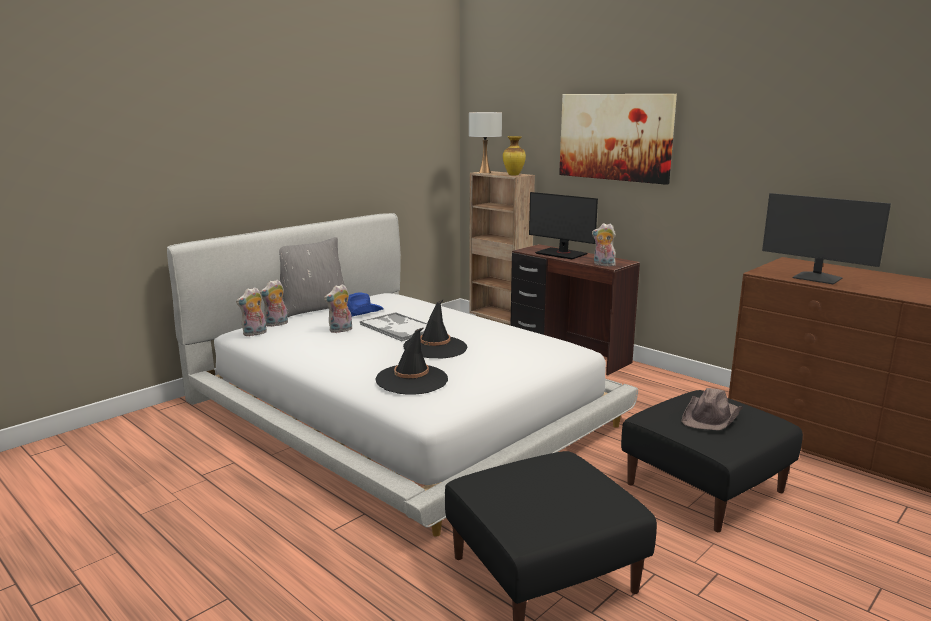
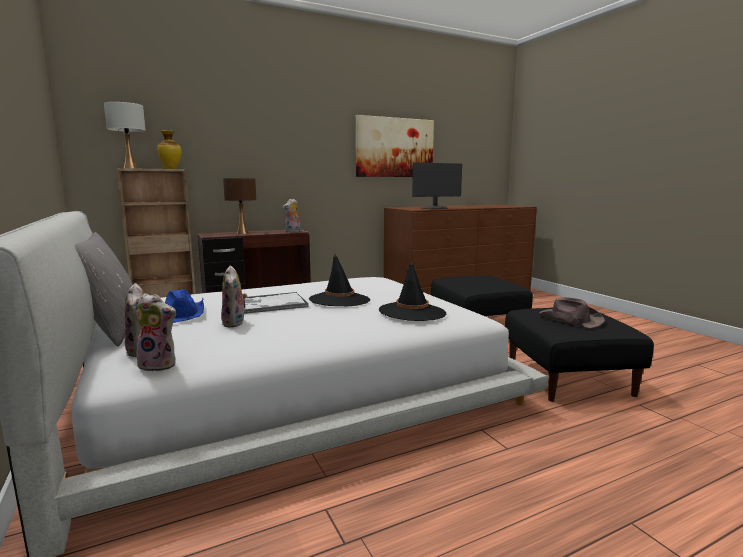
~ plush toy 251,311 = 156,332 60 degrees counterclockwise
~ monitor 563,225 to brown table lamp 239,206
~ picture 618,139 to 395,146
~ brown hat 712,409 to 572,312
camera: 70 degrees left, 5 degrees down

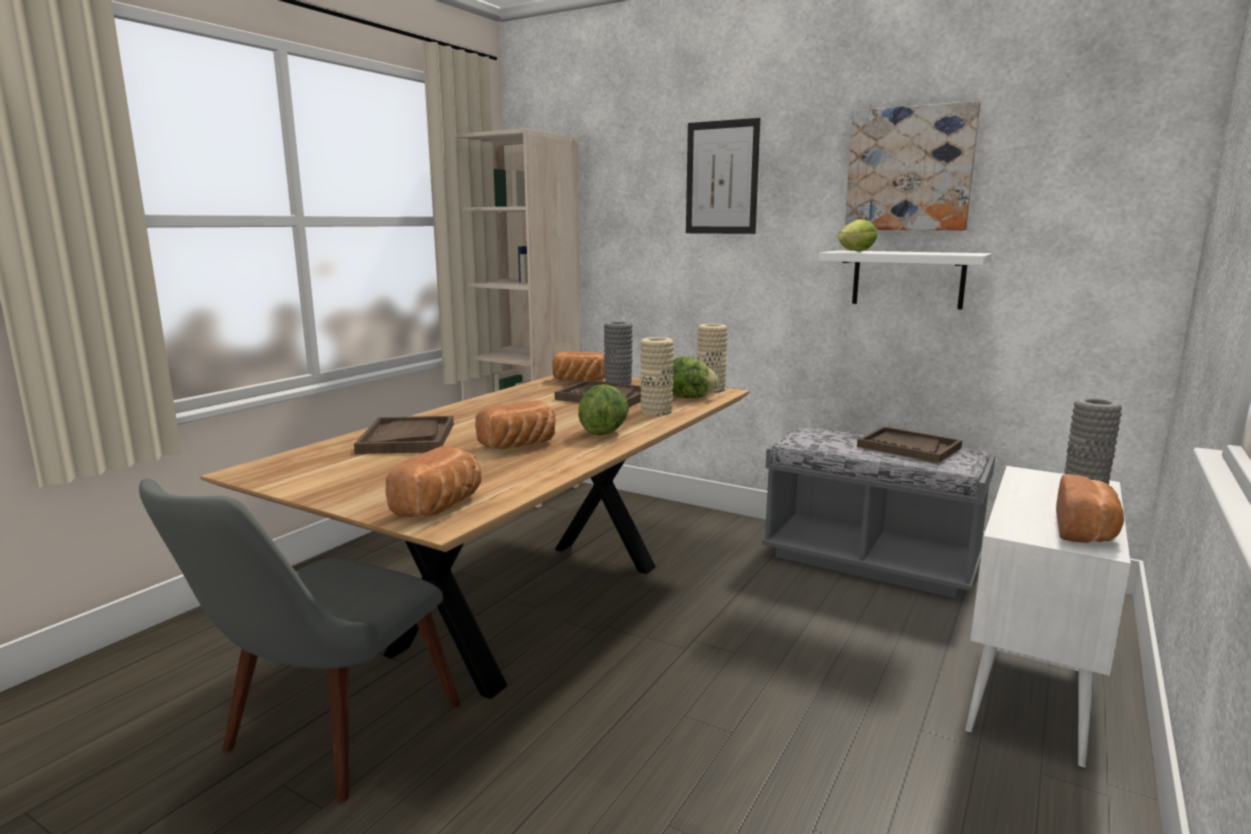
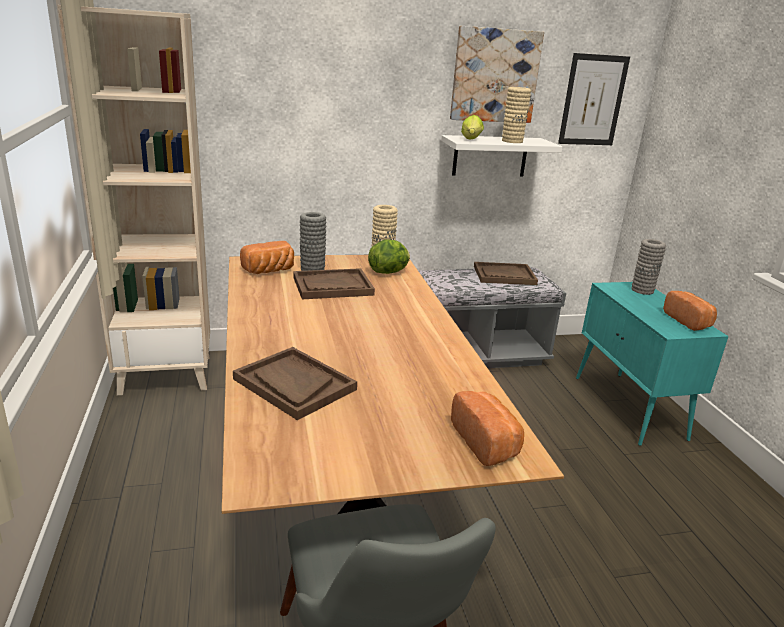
- bread 515,424
- lettuce 603,410
~ beige vase 657,376 to 516,115
~ picture 723,176 to 594,99
~ white cabinet 1048,617 to turquoise cabinet 652,364
camera: 45 degrees left, 10 degrees up

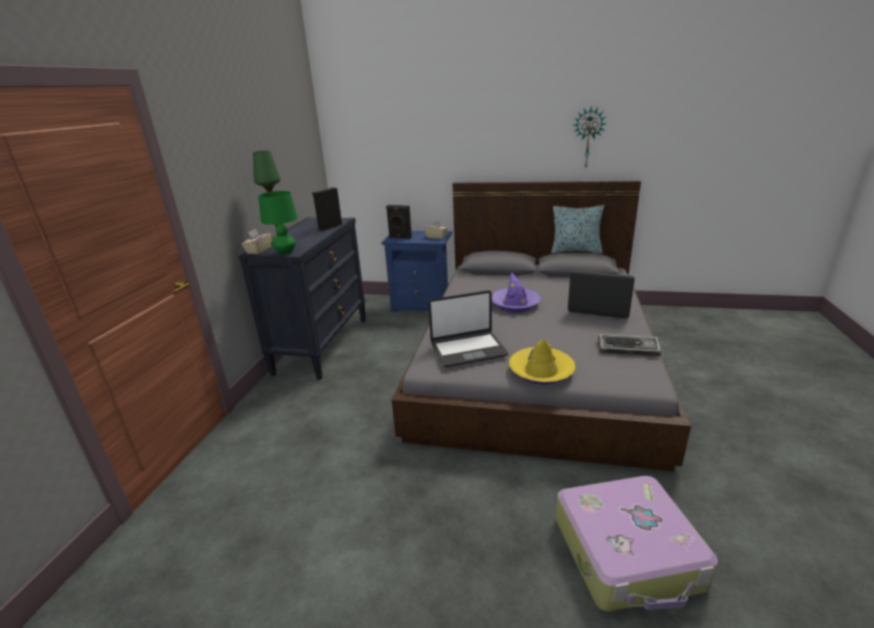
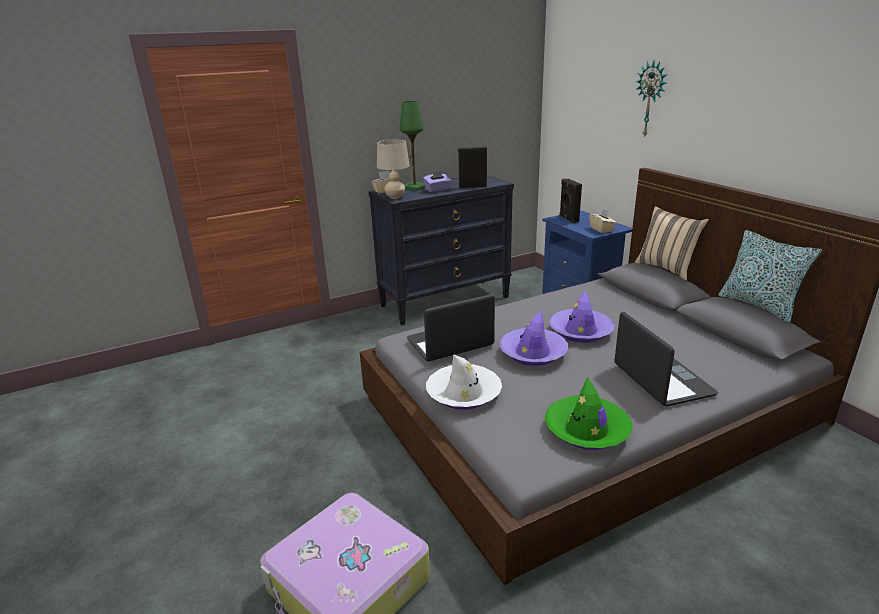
~ green table lamp 278,222 to beige table lamp 393,169
~ laptop 468,328 = 451,327 120 degrees clockwise
~ yellow hat 542,362 to white hat 464,382
~ wall clock 590,136 to 651,99
~ keyboard 629,345 to green hat 588,413
+ purple tissue box 437,182
+ purple hat 533,338
+ beige pillow 672,243
camera: 50 degrees right, 0 degrees up

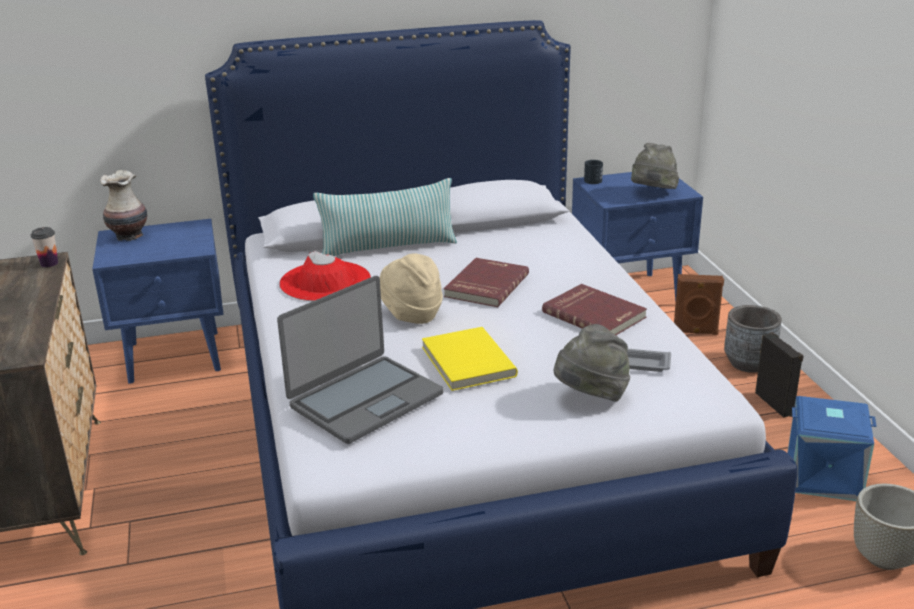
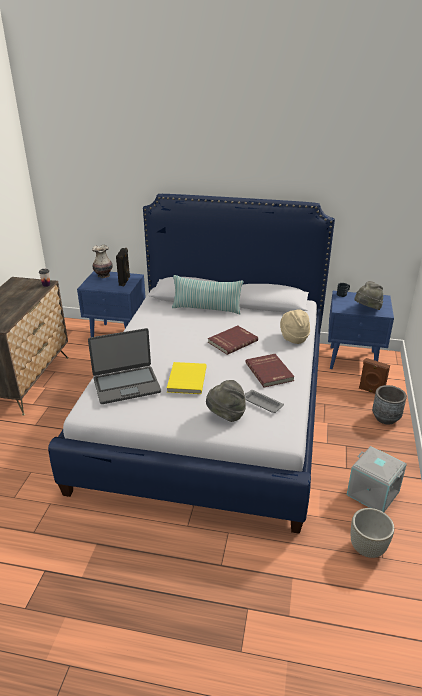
- red hat 325,276
~ beige hat 411,289 to 295,326
~ black speaker 779,375 to 123,267
~ blue storage box 832,448 to grey storage box 377,479
camera: 25 degrees right, 5 degrees up

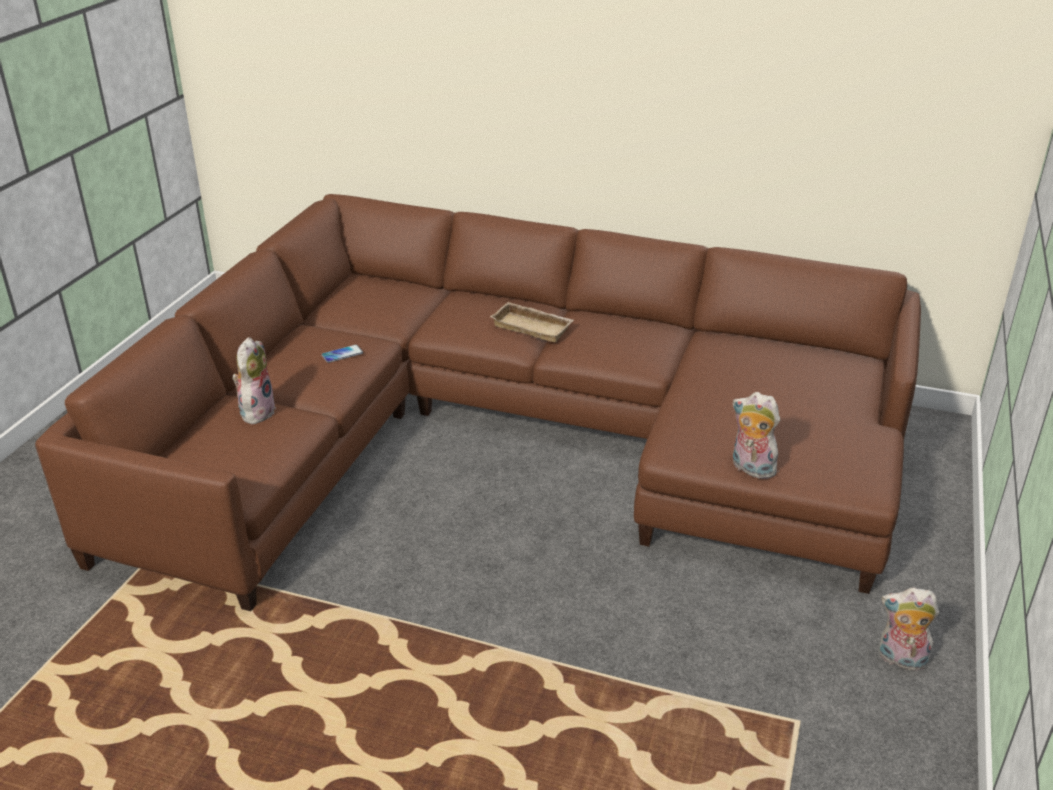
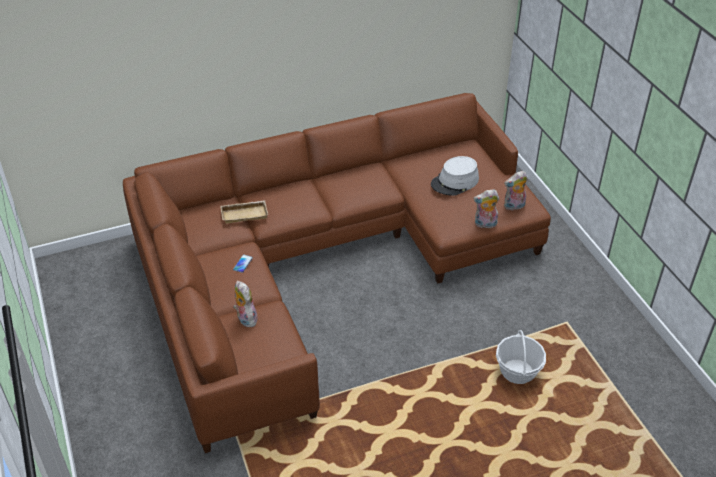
~ beige tray 532,322 to 244,212
~ plush toy 909,629 to 515,191
+ grey hat 455,176
+ basket 521,357
camera: 40 degrees left, 10 degrees up

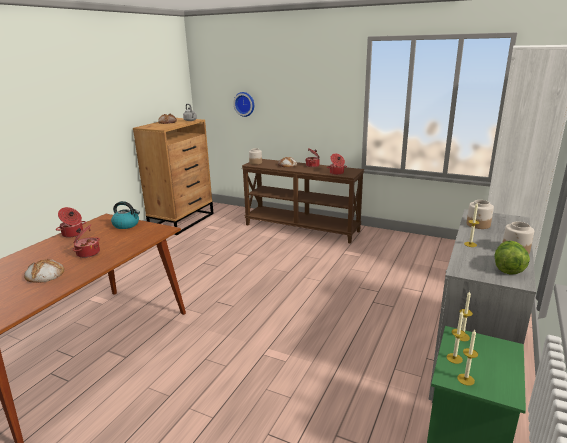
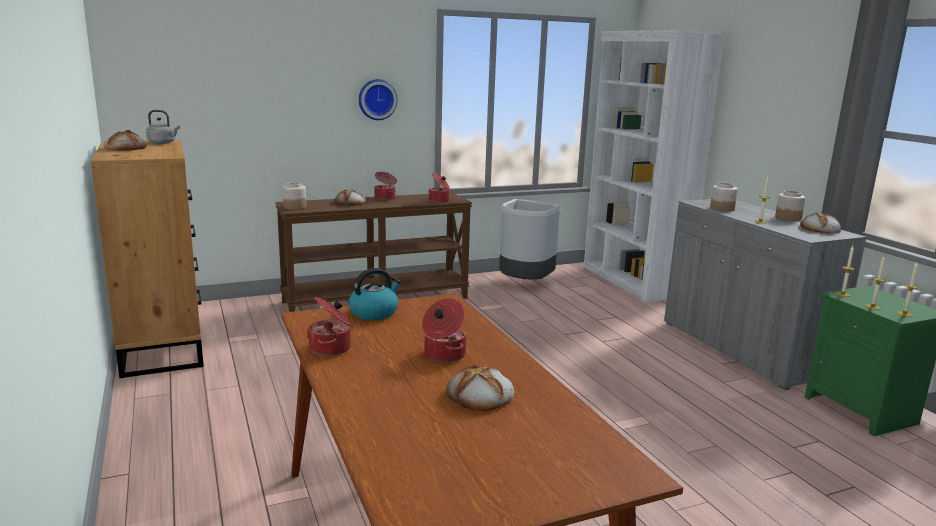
~ wall clock 243,104 to 378,99
~ lettuce 512,258 to bread 820,223
+ grey trash can 530,239
camera: 50 degrees left, 5 degrees down

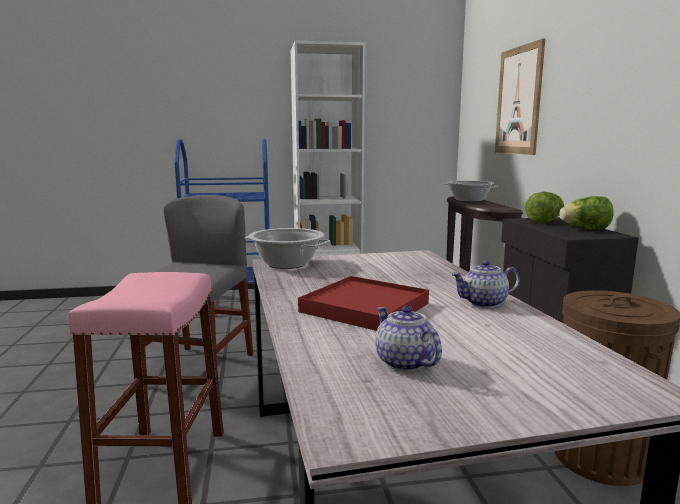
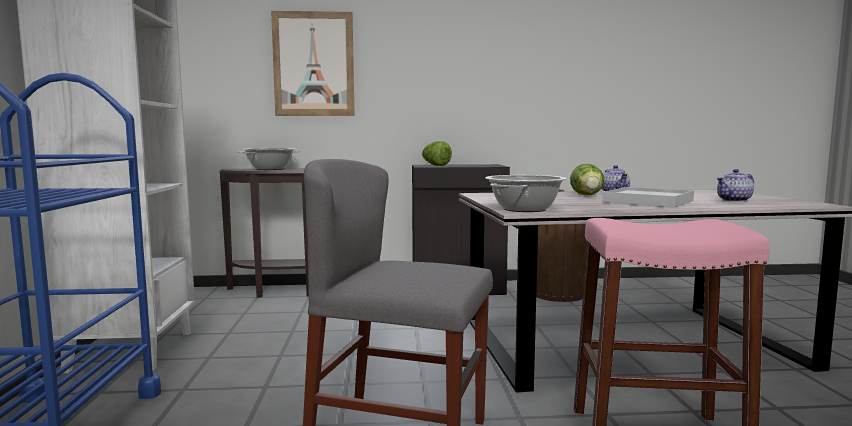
~ red tray 363,303 to white tray 648,197
~ lettuce 586,213 to 587,179
camera: 85 degrees left, 5 degrees down

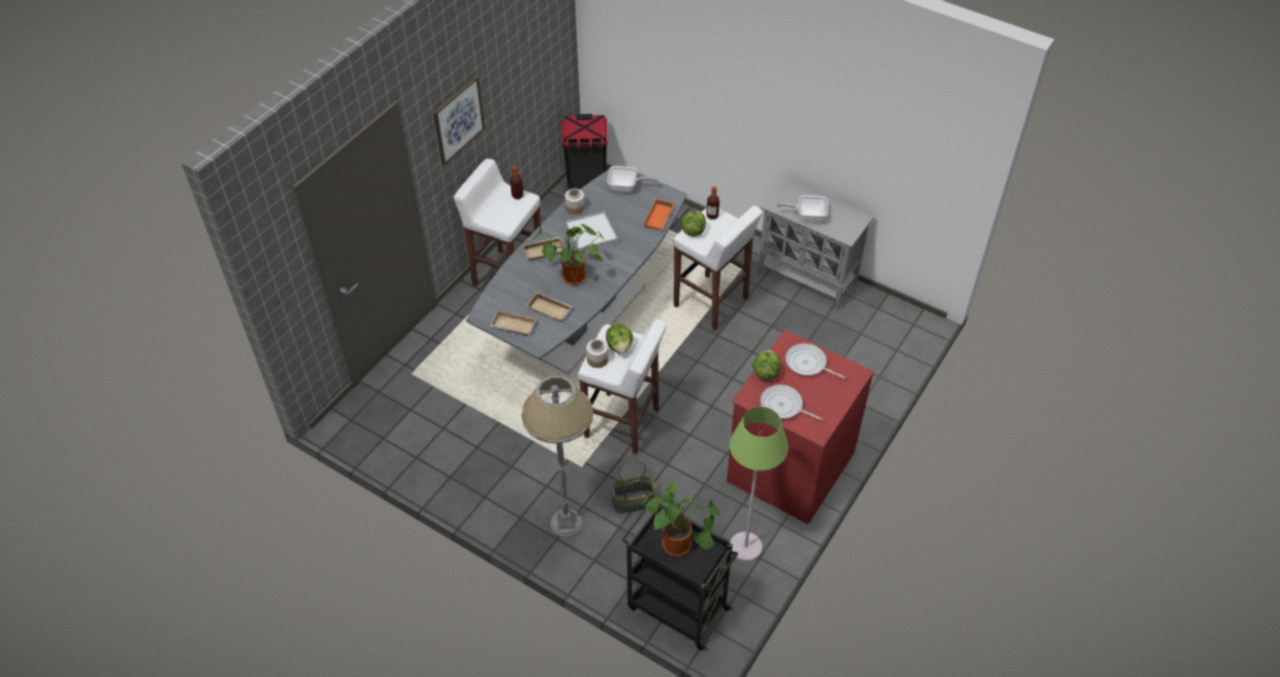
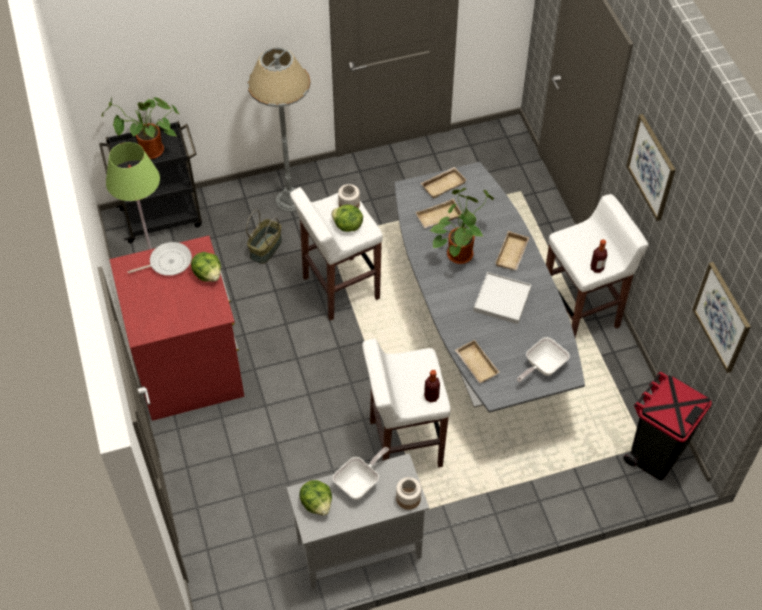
~ jar 575,201 to 408,493
~ orange tray 659,214 to beige tray 477,361
~ lettuce 693,224 to 315,498
- frying pan 815,361
+ picture 721,317
camera: 130 degrees right, 5 degrees up

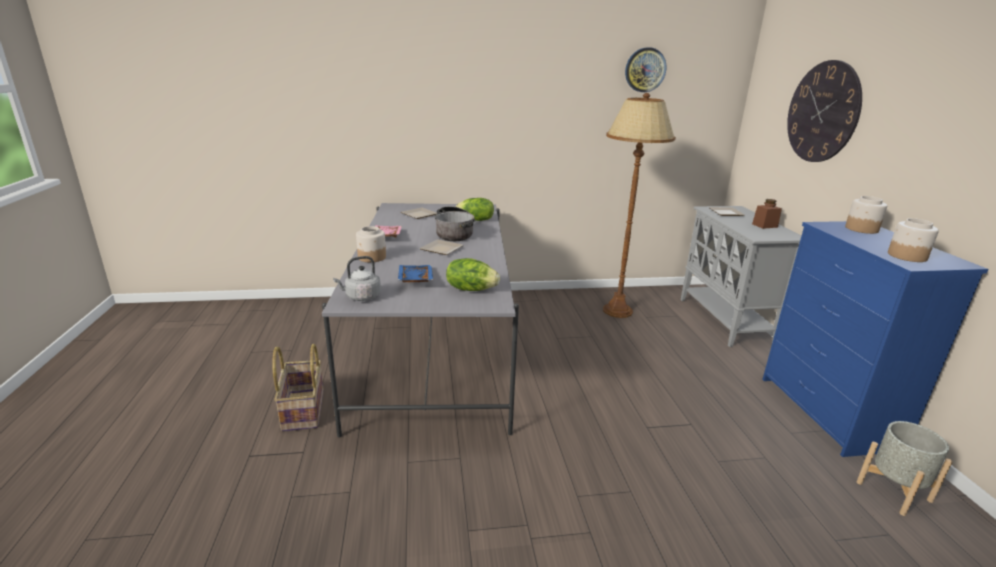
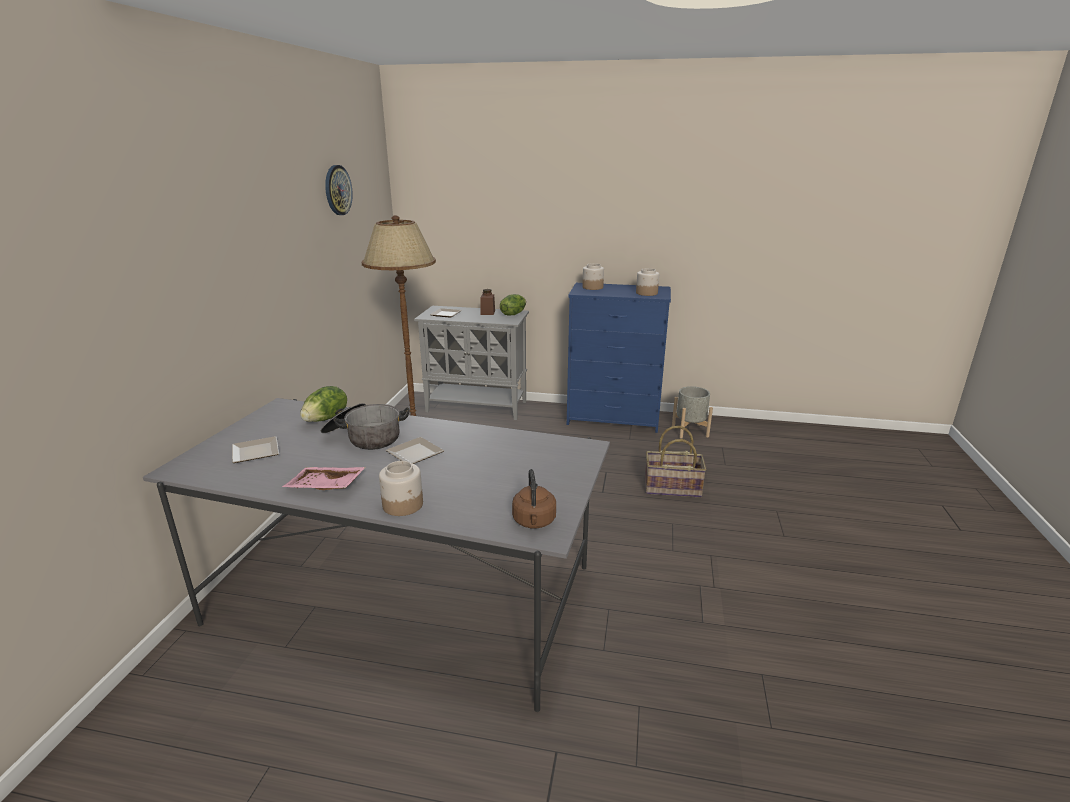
~ basket 298,388 to 676,462
~ grey kettle 357,278 to brown kettle 534,499
- blue tray 415,274
~ lettuce 473,274 to 513,305
- wall clock 824,111
camera: 70 degrees left, 0 degrees up

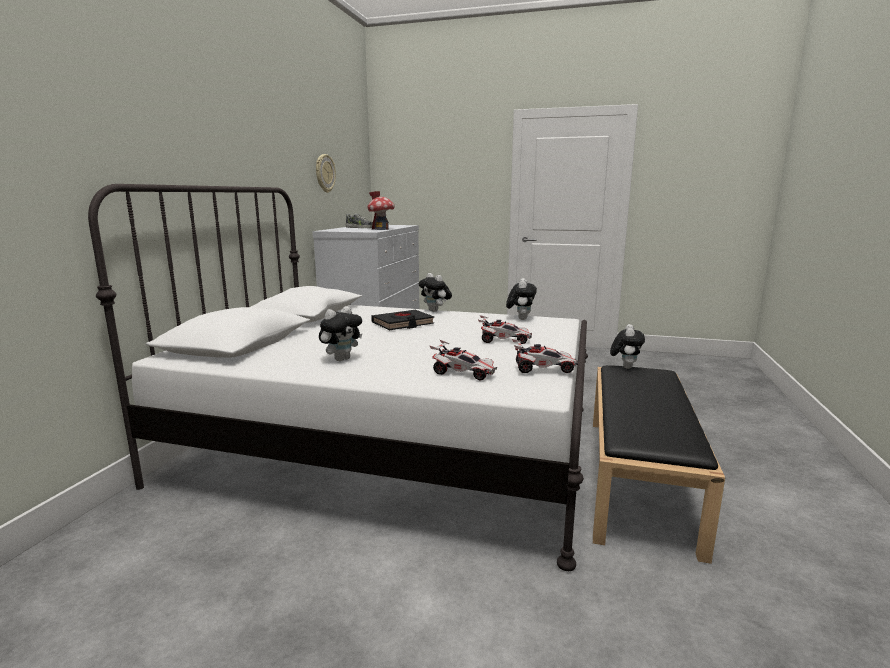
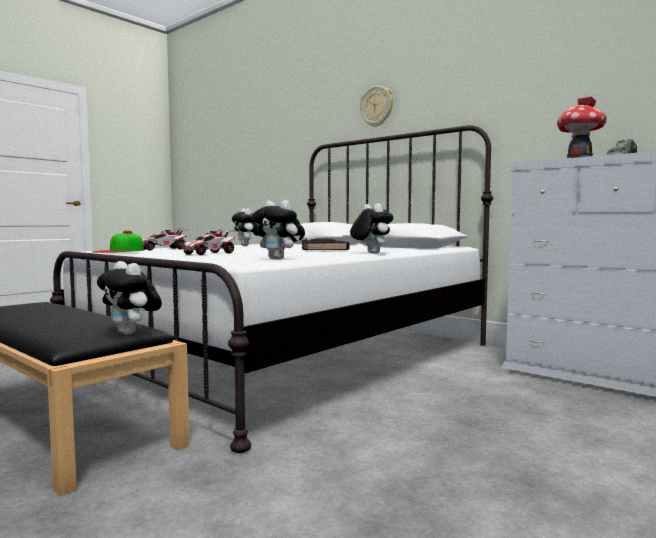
~ wall clock 326,173 to 376,106
~ plush toy 435,292 = 371,228 75 degrees clockwise
~ toy car 545,356 to cap 118,242
camera: 115 degrees right, 10 degrees down

